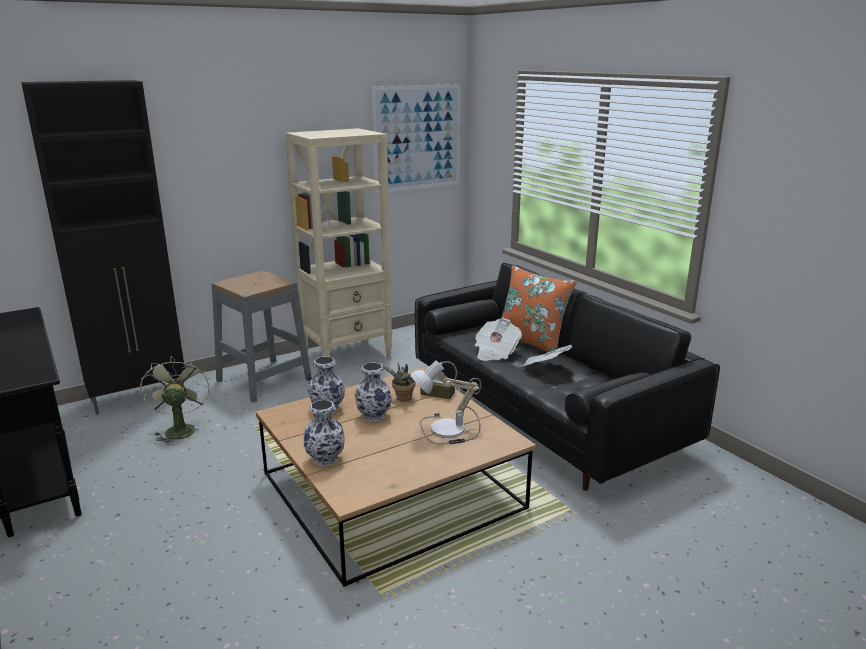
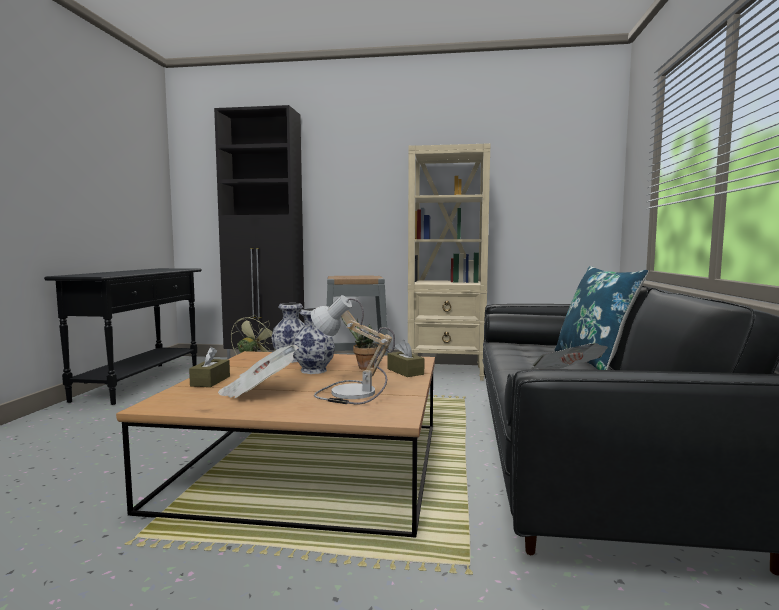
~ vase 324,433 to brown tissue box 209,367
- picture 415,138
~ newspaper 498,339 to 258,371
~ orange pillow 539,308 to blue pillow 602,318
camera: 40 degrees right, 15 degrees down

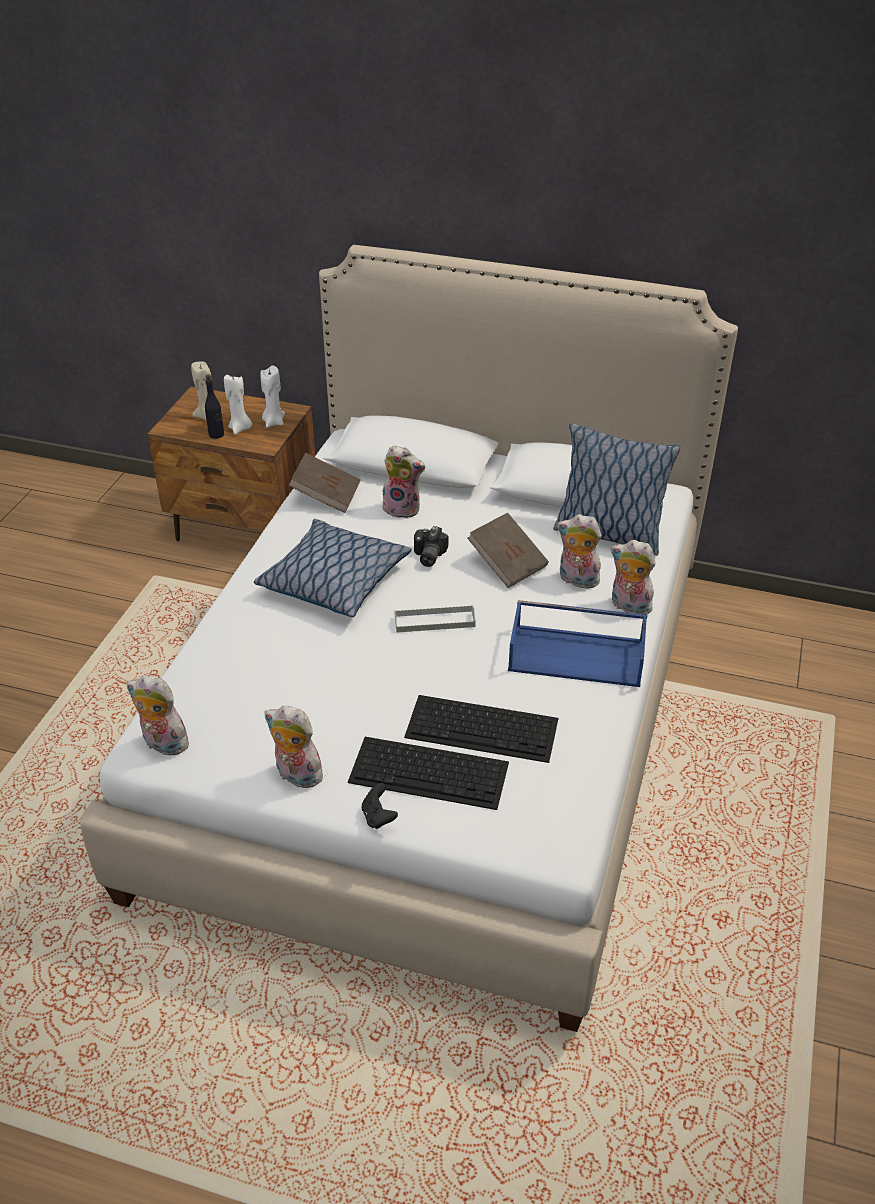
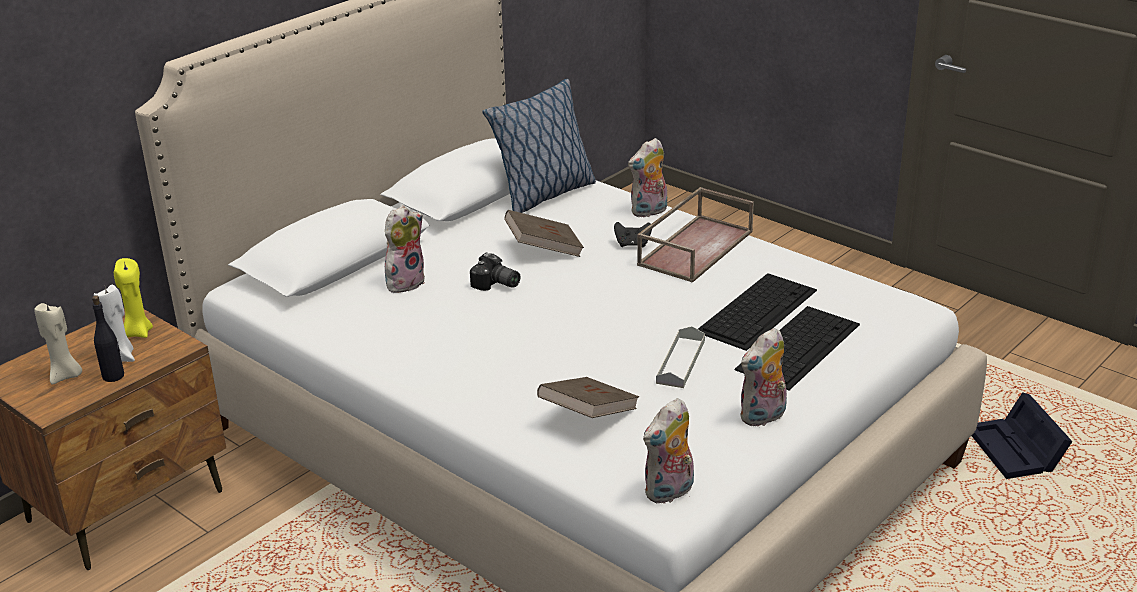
- pillow 332,568
~ white candle 272,396 to yellow candle 133,298
~ brown book 324,483 to 588,397
~ black game controller 380,806 to 633,235
~ grey tray 435,619 to 680,357
~ blue tray 577,643 to brown tray 695,235
- plush toy 579,551
+ black storage box 1022,435
camera: 65 degrees left, 10 degrees down

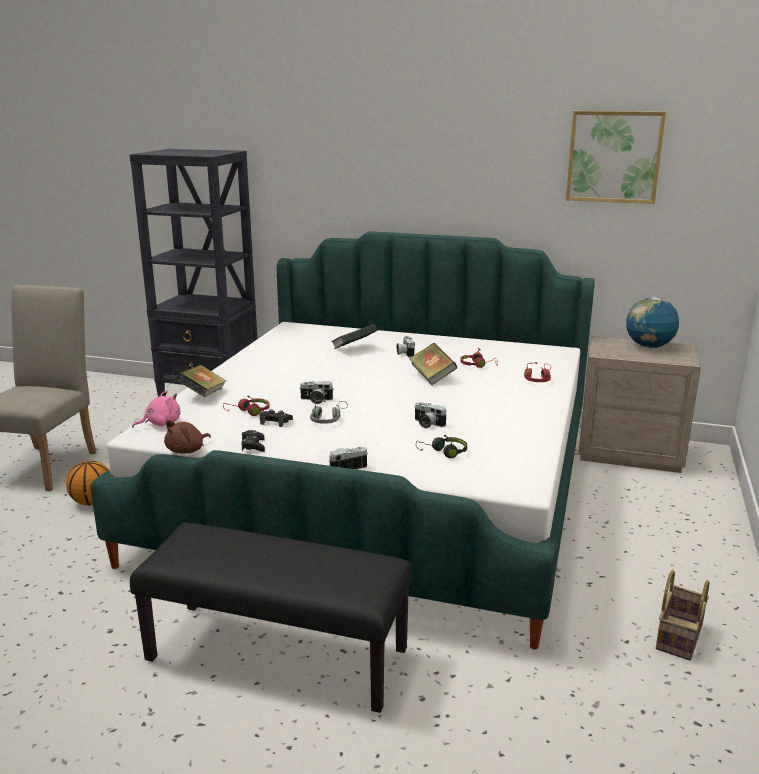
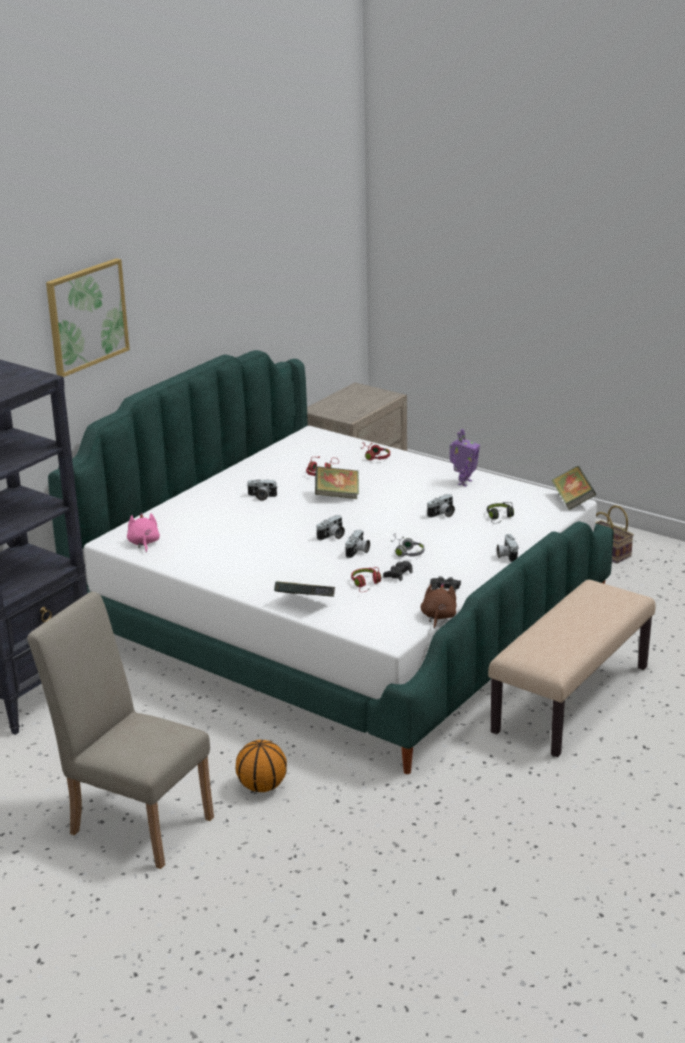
~ black bench 271,617 to beige bench 572,668
~ pink plush toy 156,409 to 143,532
~ brown plush toy 187,437 = 438,606 135 degrees counterclockwise
~ book 354,336 to 573,488
~ picture 616,157 to 88,317
- globe 652,322
+ photo camera 331,527
+ toy robot 465,458
camera: 70 degrees left, 5 degrees up

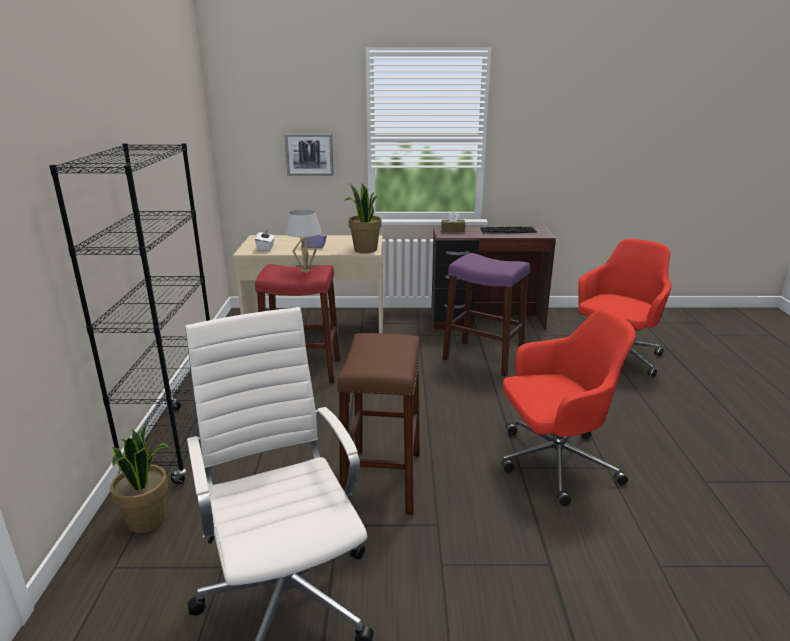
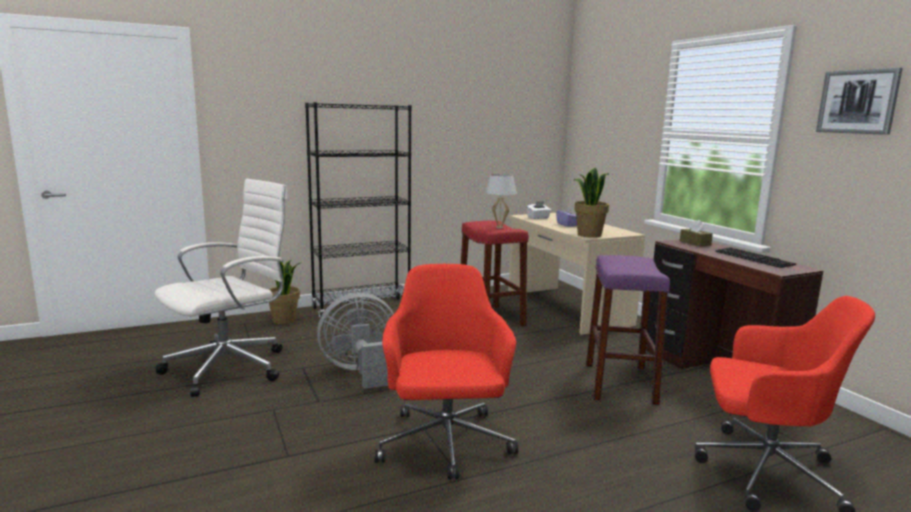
~ picture 309,154 to 859,101
~ brown stool 378,424 to grey fan 355,341
~ red office chair 568,408 = 446,371 150 degrees counterclockwise
camera: 65 degrees right, 10 degrees down

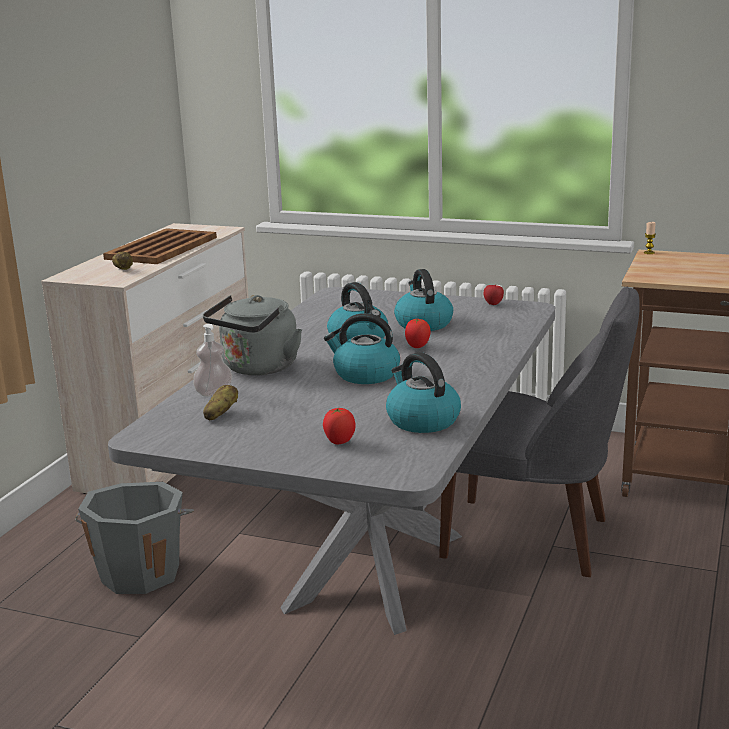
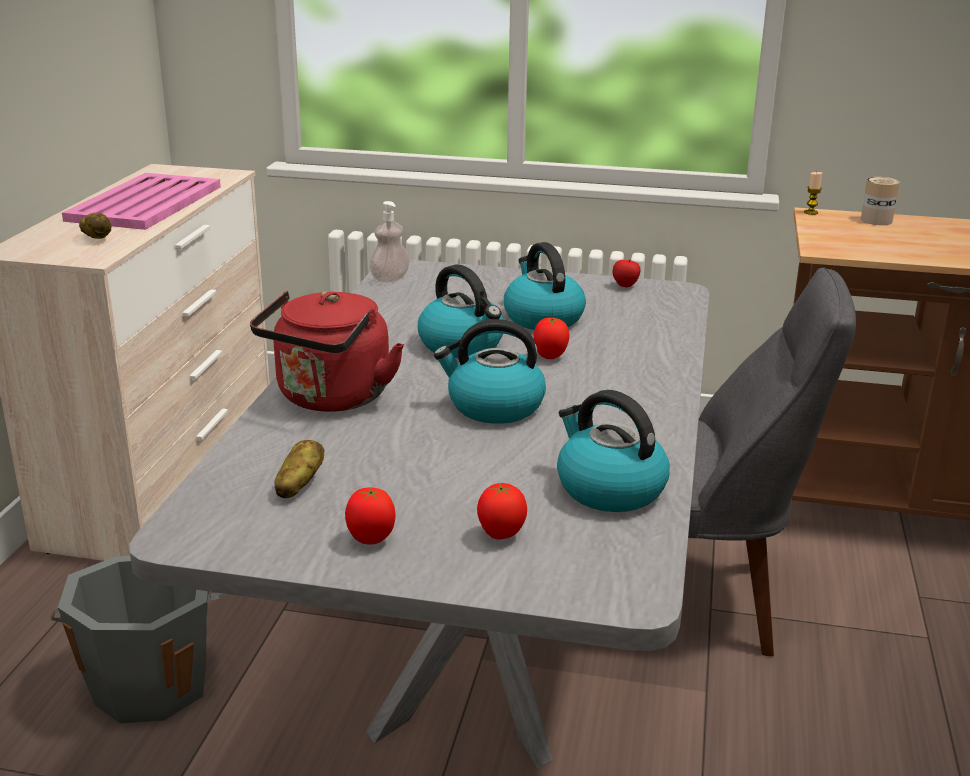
~ brown tray 160,246 to pink tray 141,201
~ soap dispenser 212,360 to 390,241
~ grey kettle 252,335 to red kettle 327,351
+ tomato 370,516
+ can 880,201
camera: 10 degrees left, 5 degrees up

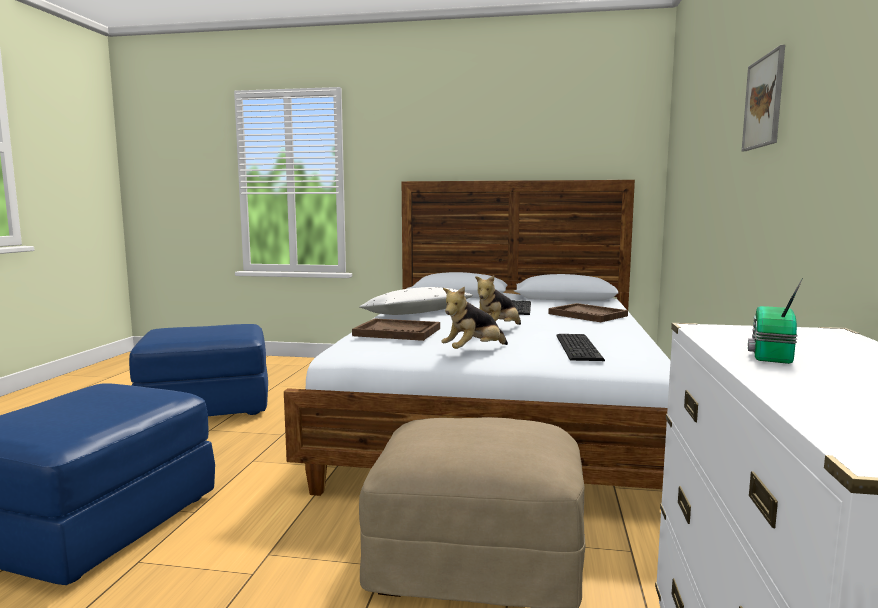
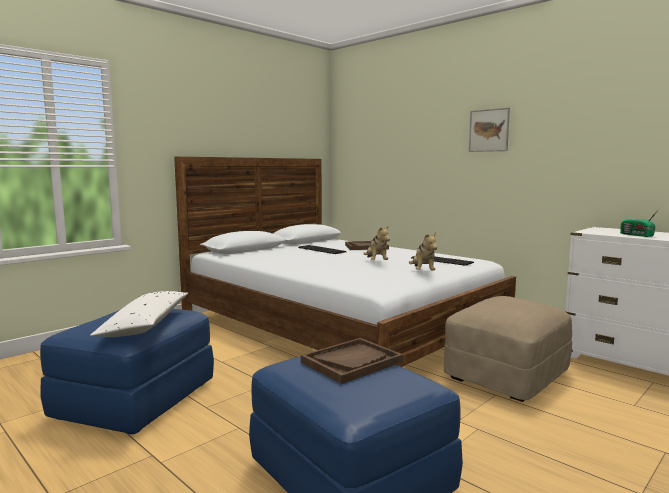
~ brown tray 396,329 to 352,361
~ white pillow 416,301 to 139,314
camera: 55 degrees left, 0 degrees up

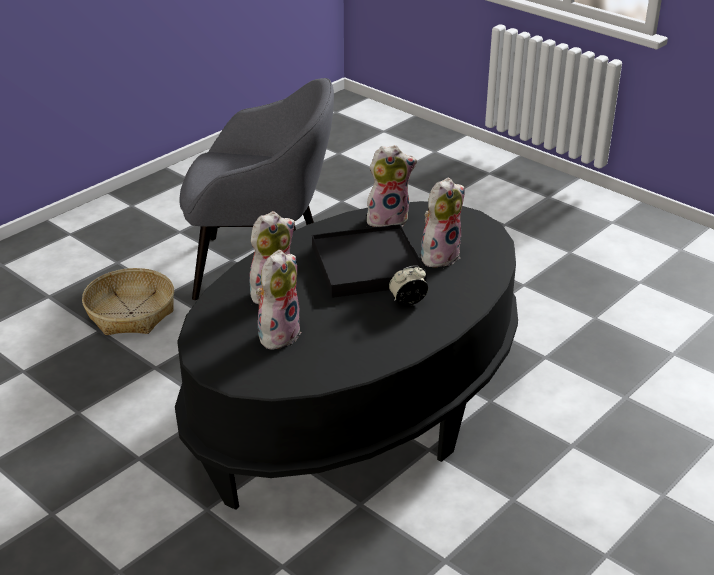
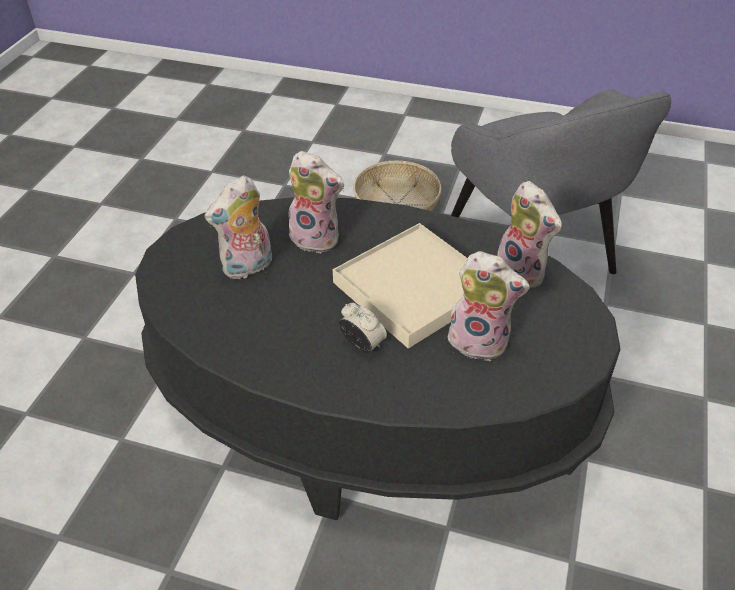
~ plush toy 278,301 = 238,227 135 degrees clockwise
~ black tray 369,261 to beige tray 400,286
camera: 65 degrees right, 10 degrees up

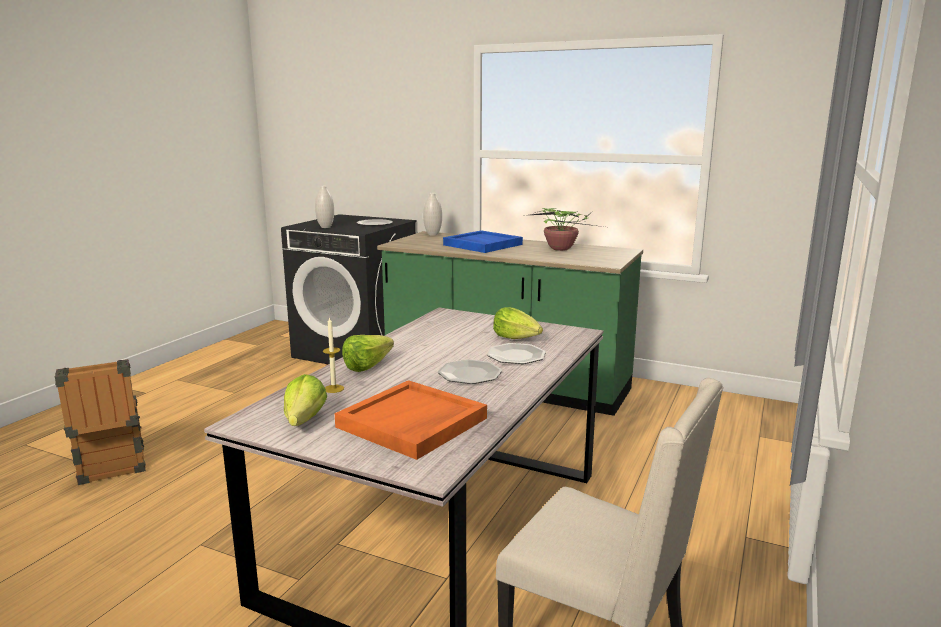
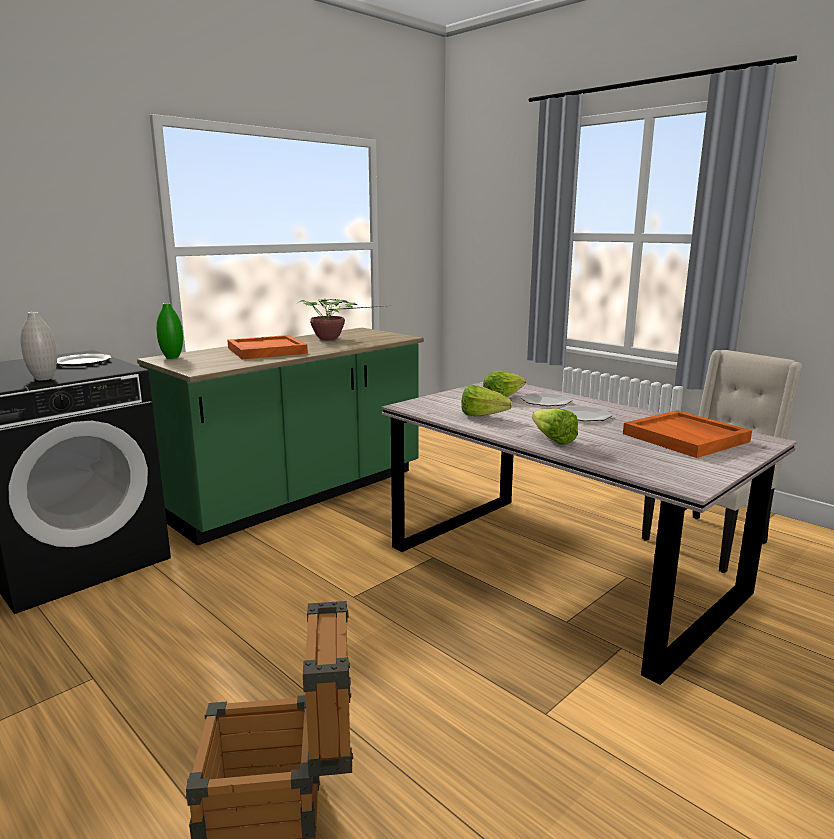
~ lettuce 305,400 to 486,400
- candle 333,355
~ white vase 432,214 to green vase 169,331
~ blue tray 483,241 to orange tray 268,347
camera: 70 degrees left, 0 degrees up

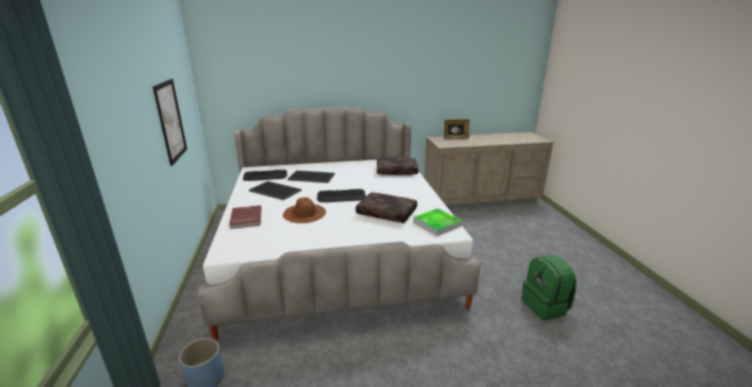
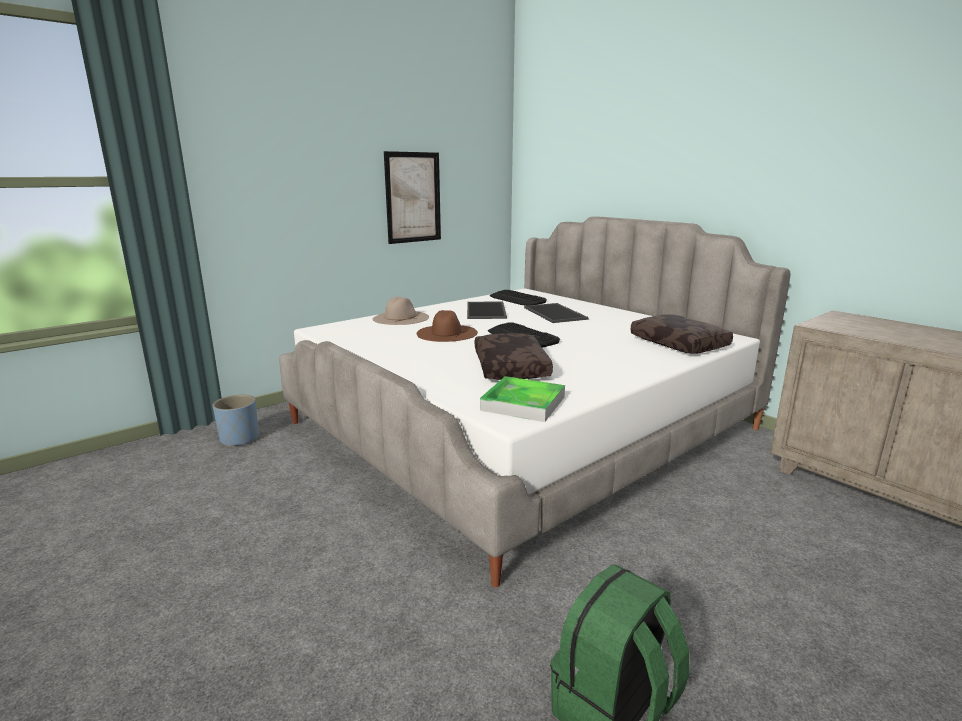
~ red book 245,217 to beige hat 401,311
- picture frame 457,129
camera: 60 degrees right, 5 degrees down

